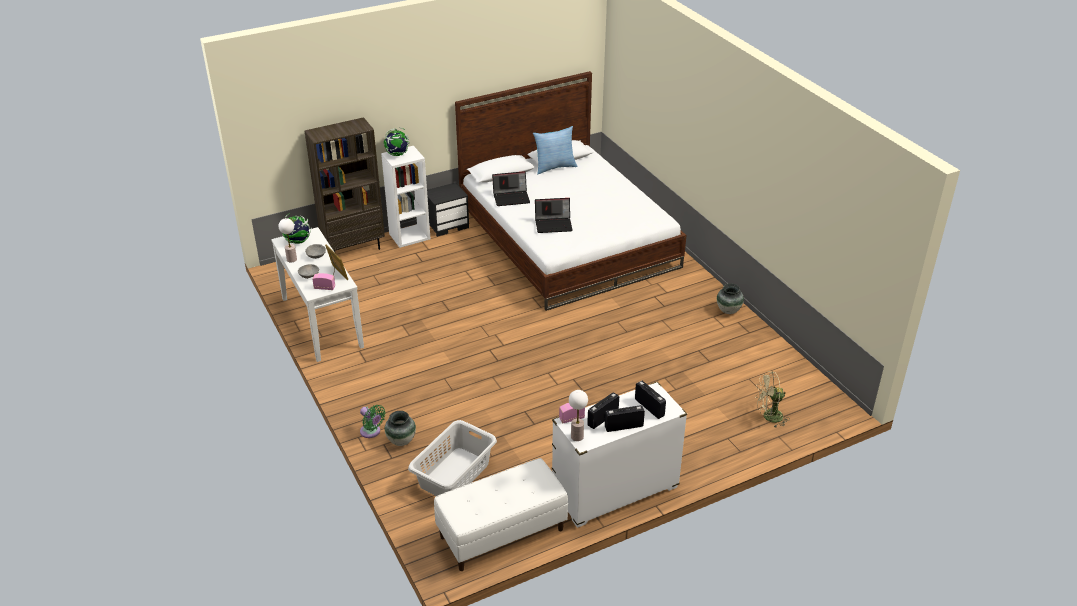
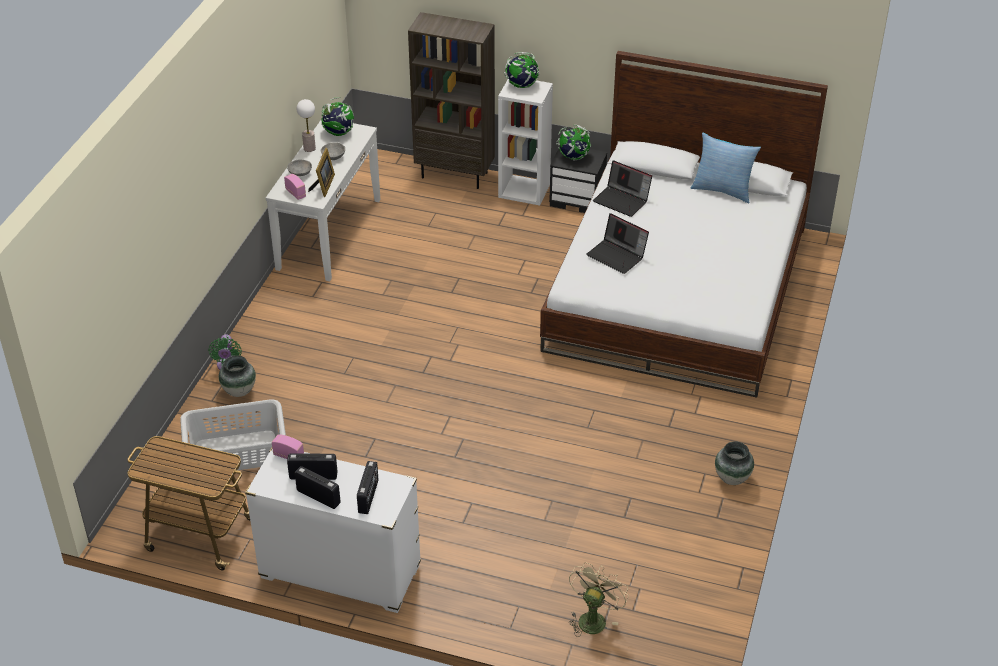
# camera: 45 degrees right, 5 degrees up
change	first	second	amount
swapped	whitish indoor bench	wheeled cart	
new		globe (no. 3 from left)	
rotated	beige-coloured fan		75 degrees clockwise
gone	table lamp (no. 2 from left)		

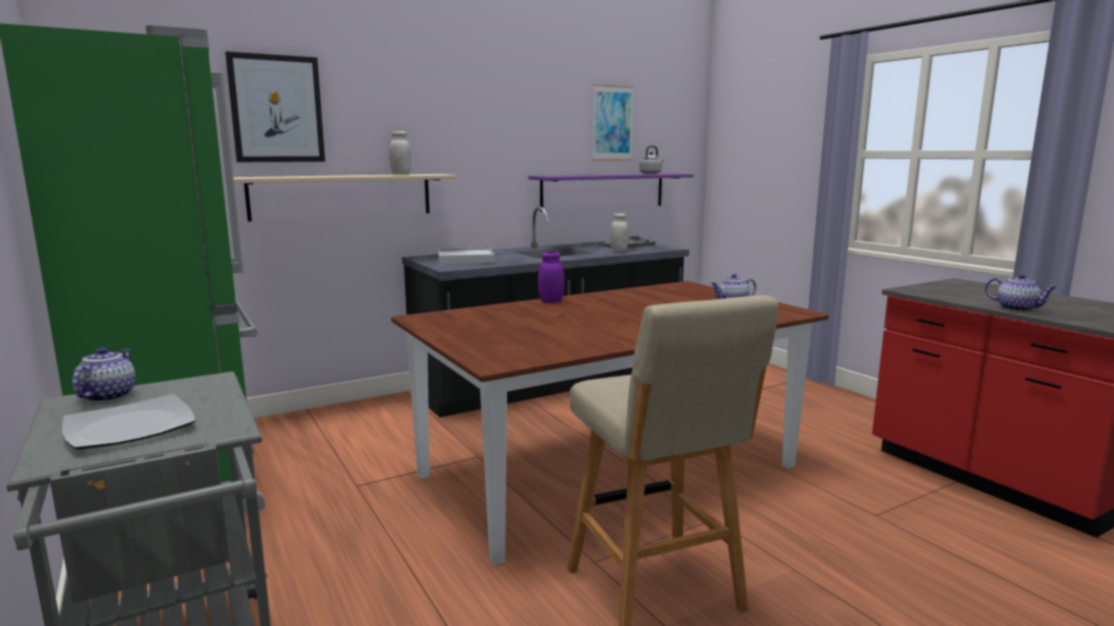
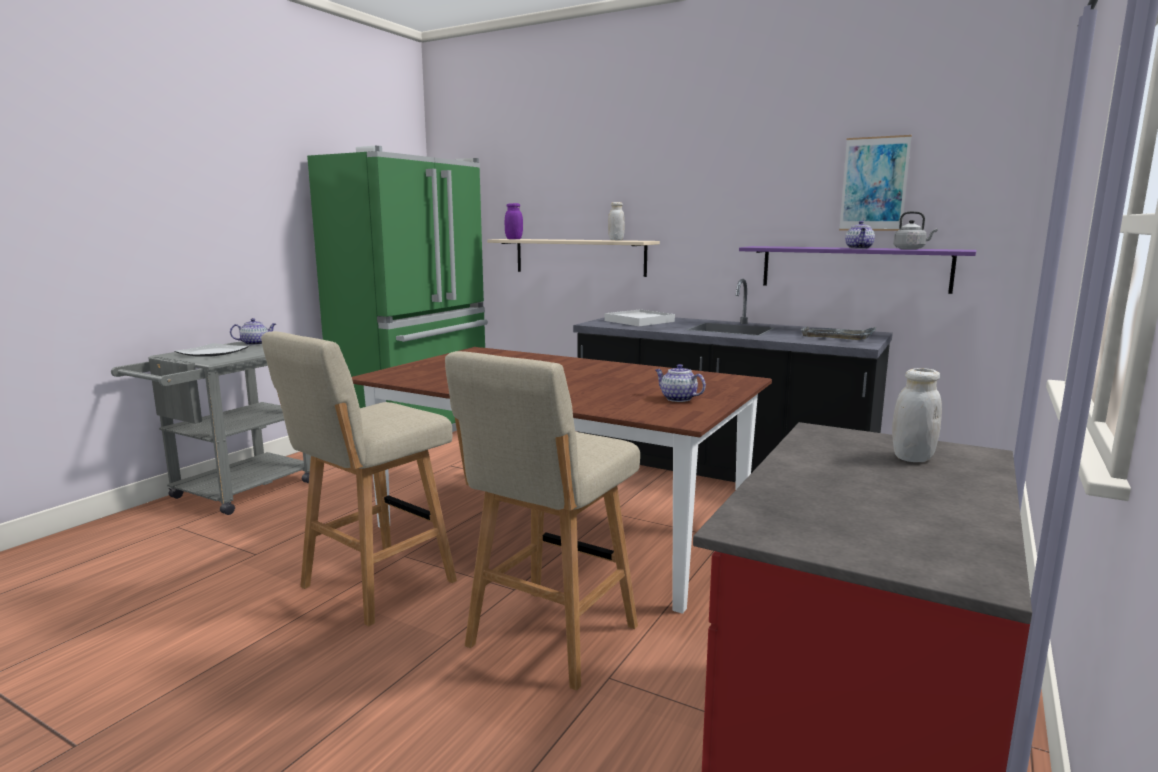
# camera: 60 degrees right, 0 degrees up
change	first	second	amount
new		beige-coloured stool seat (no. 2 from left)	
shifted	purple-coloured jar		
shifted	teapot (no. 3 from left)		
shifted	whitish jar (no. 2 from left)		
gone	wall art (no. 1 from left)		

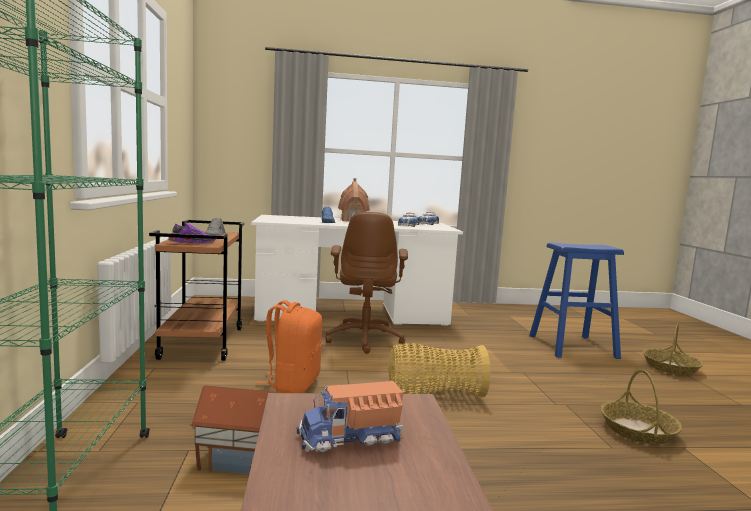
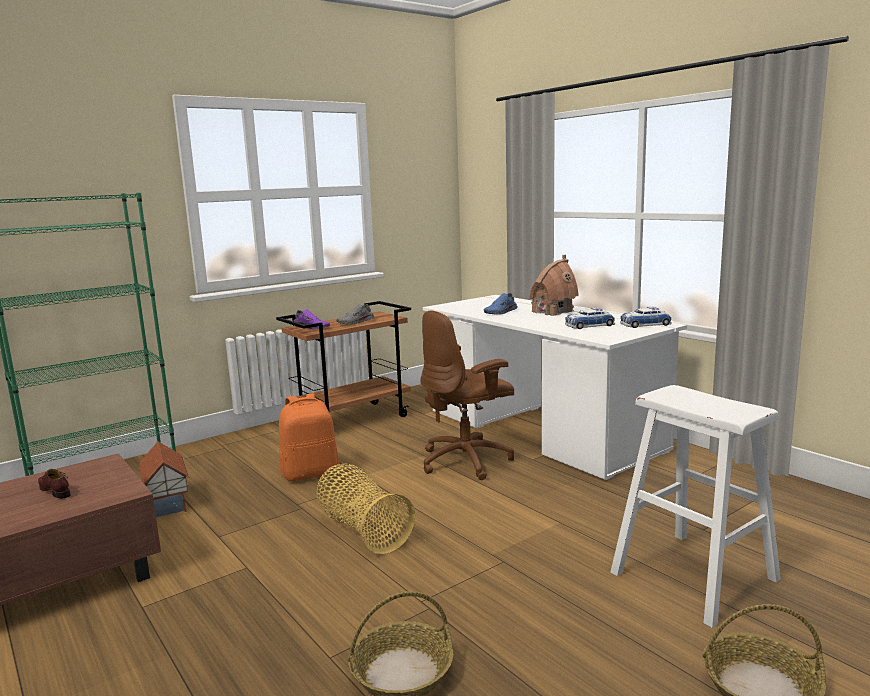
# camera: 60 degrees right, 5 degrees up
change	first	second	amount
swapped	toy lorry	brown low shoe	
repainted	bluish stool seat	whitish stool seat	

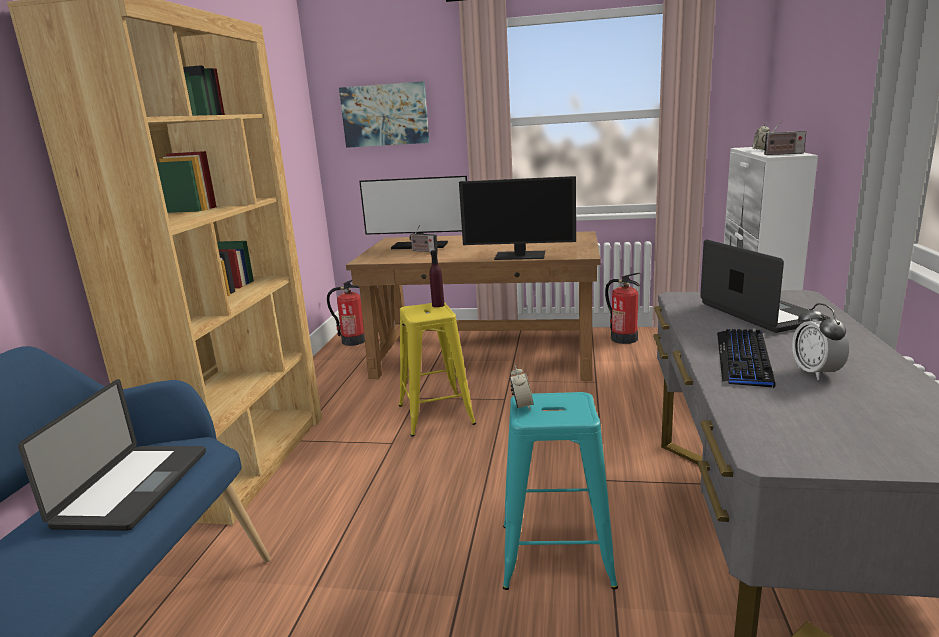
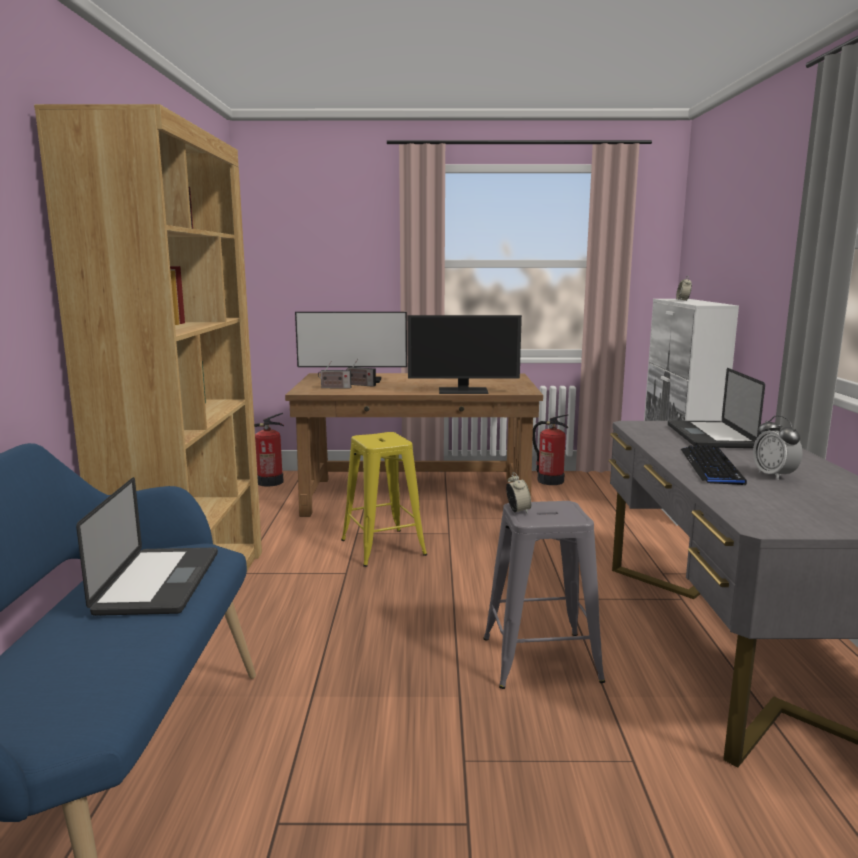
# camera: 10 degrees left, 5 degrees down
change	first	second	amount
shifted	radio set (no. 2 from left in the first image)	radio set (no. 1 from left)	
repainted	blue-green stool seat	greyish stool seat	
rotated	portable computer (no. 2 from left)		150 degrees counterclockwise
gone	wall art		
gone	purple-coloured drink bottle		

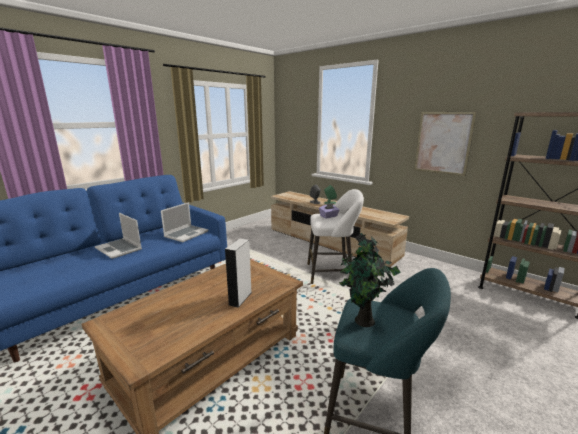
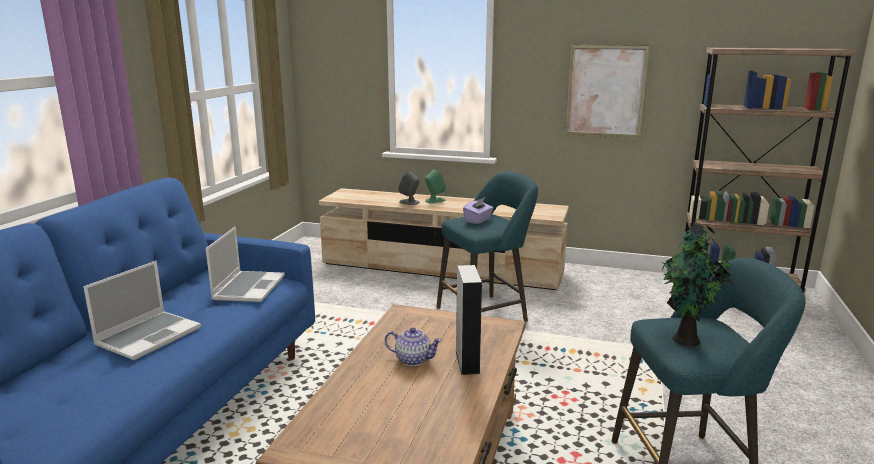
# camera: 25 degrees left, 0 degrees up
change	first	second	amount
rotated	portable computer (no. 1 from left)		75 degrees counterclockwise
new		teapot	
repainted	whitish stool seat	blue-green stool seat (no. 1 from left)	

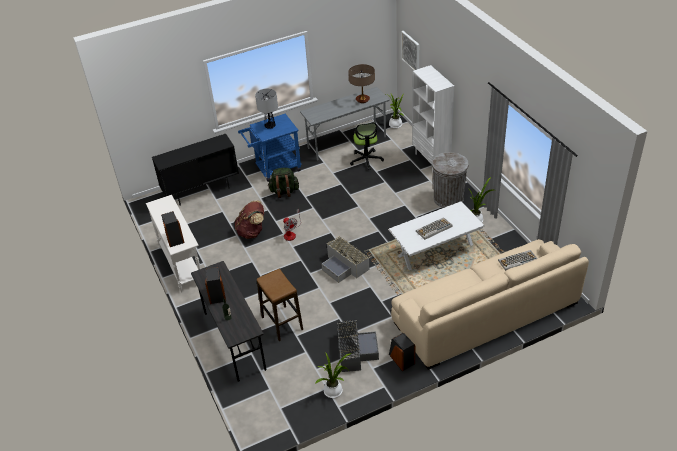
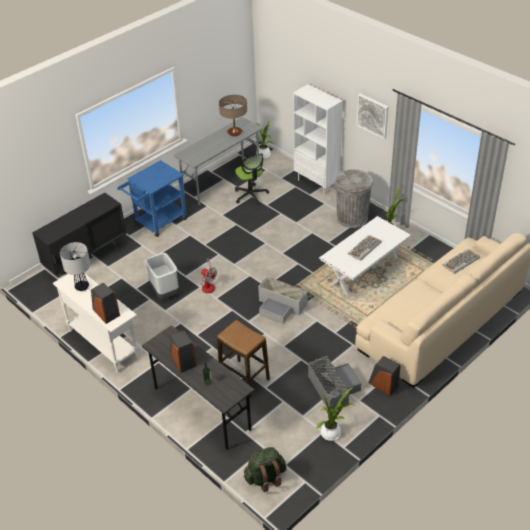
# camera: 20 degrees left, 0 degrees up
change	first	second	amount
shifted	table lamp (no. 1 from left)		
swapped	brown knapsack	greyish rubbish bin (no. 1 from left)	
shifted	green knapsack		
shifted	wall art		

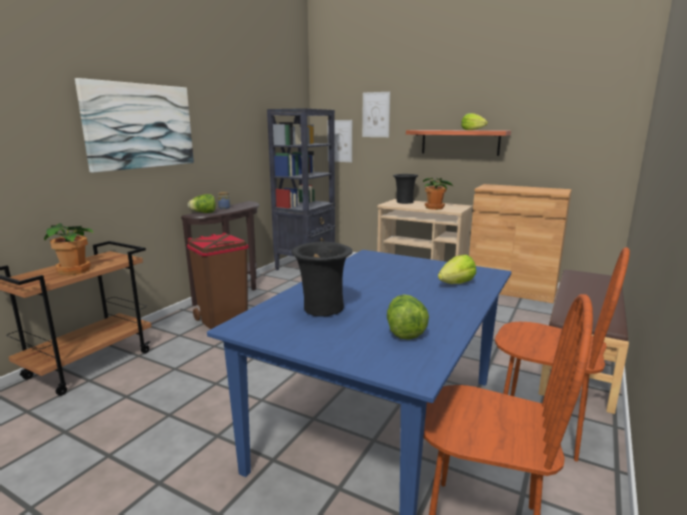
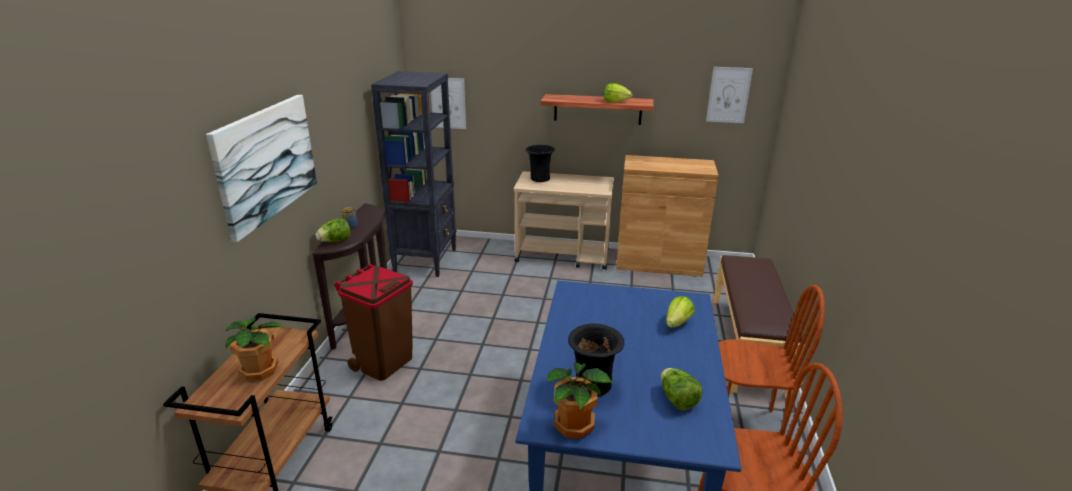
# camera: 20 degrees left, 10 degrees up
change	first	second	amount
shifted	potted plant (no. 2 from left)		
shifted	wall art (no. 3 from left)		

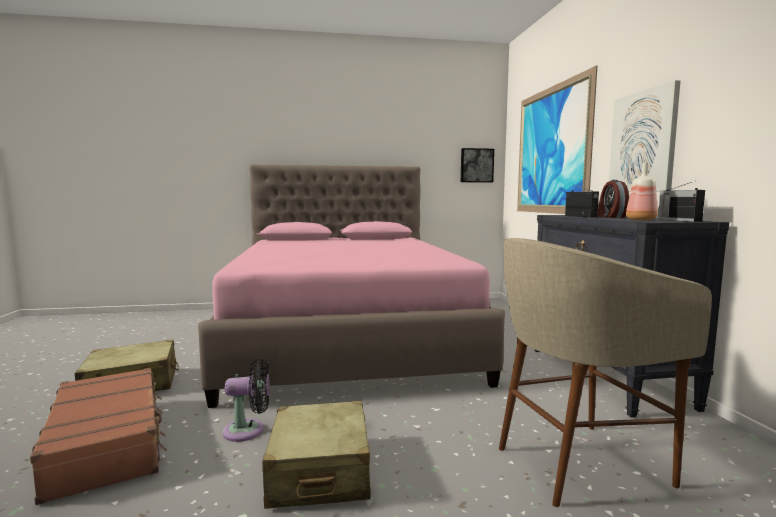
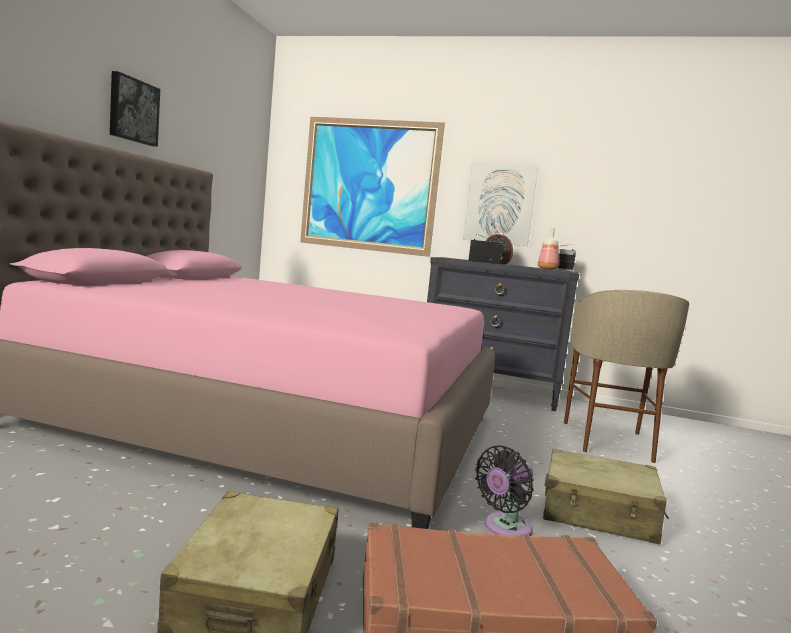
# camera: 65 degrees left, 0 degrees up
change	first	second	amount
shifted	wall art (no. 1 from left)		
rotated	blackish fan		150 degrees counterclockwise

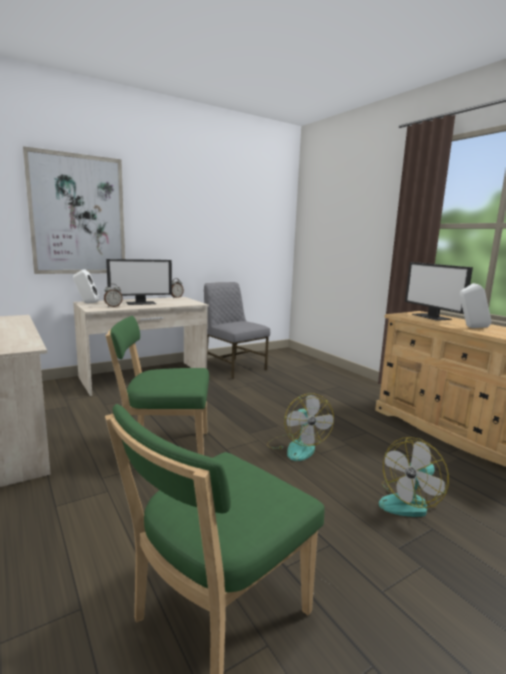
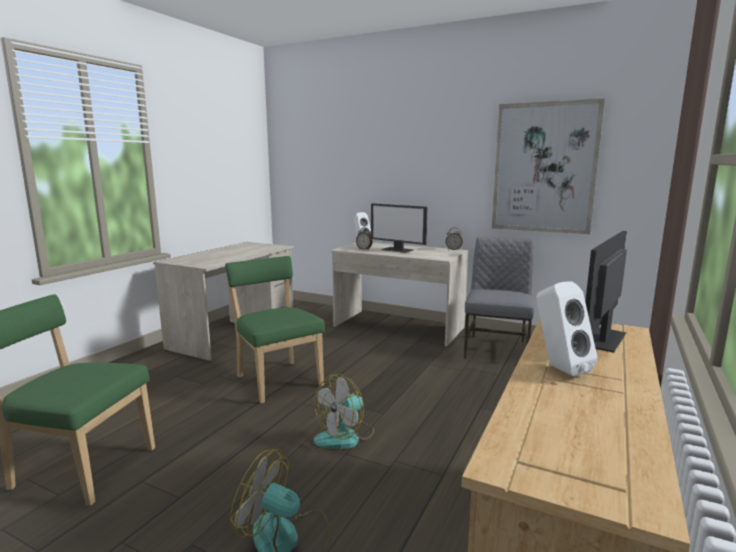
# camera: 60 degrees right, 0 degrees up
change	first	second	amount
shifted	wall art		

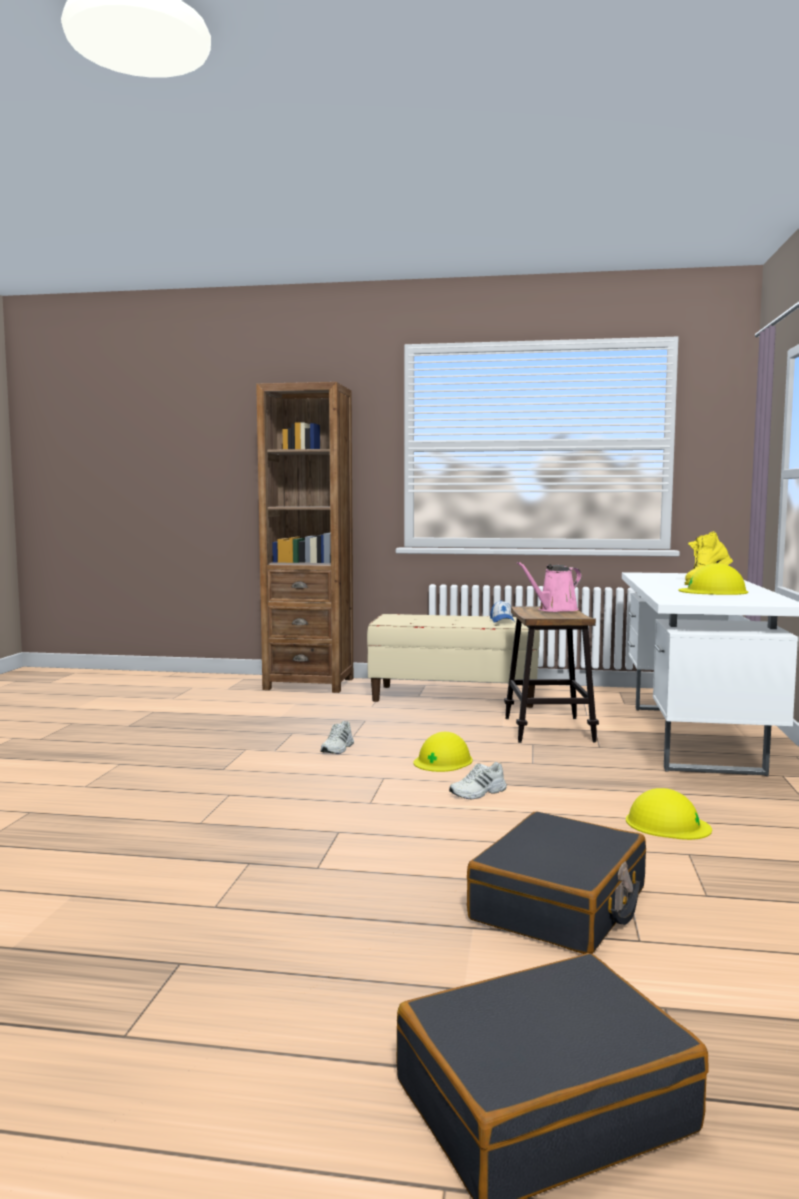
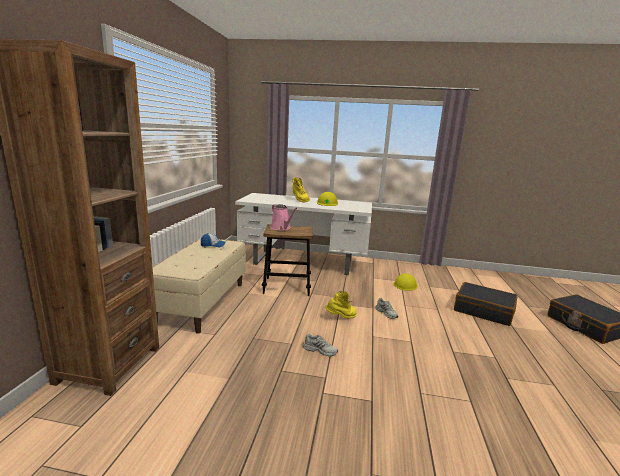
# camera: 90 degrees left, 10 degrees up
change	first	second	amount
swapped	yellowish hard hat (no. 1 from left)	yellowish tall boot (no. 2 from left)	

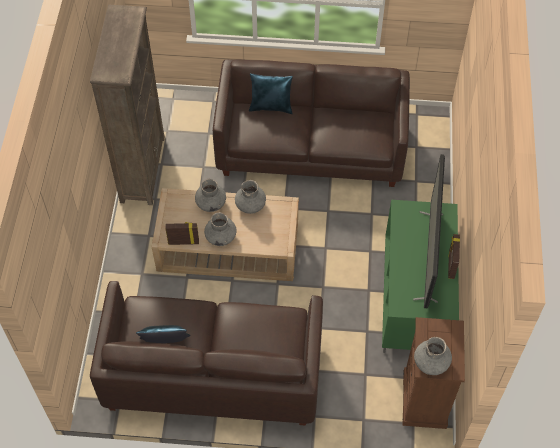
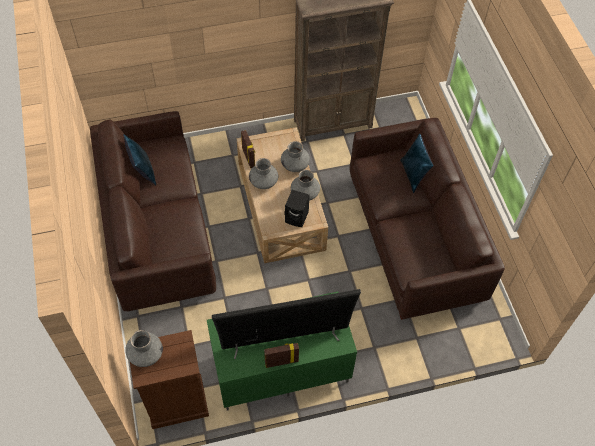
# camera: 70 degrees right, 0 degrees up
change	first	second	amount
new		blackish speaker	

